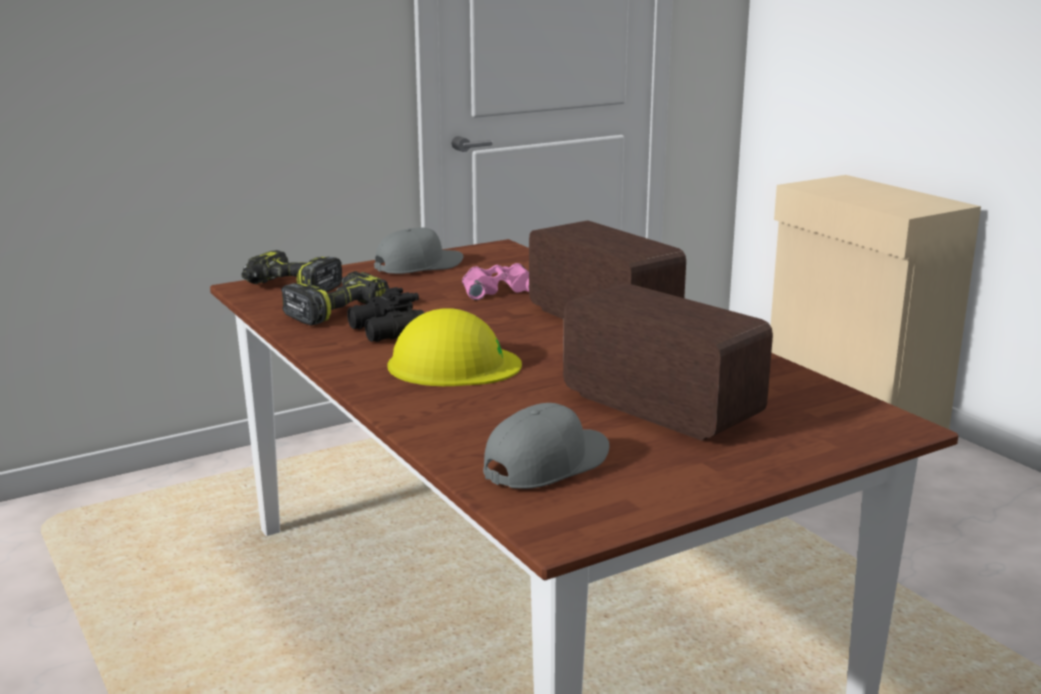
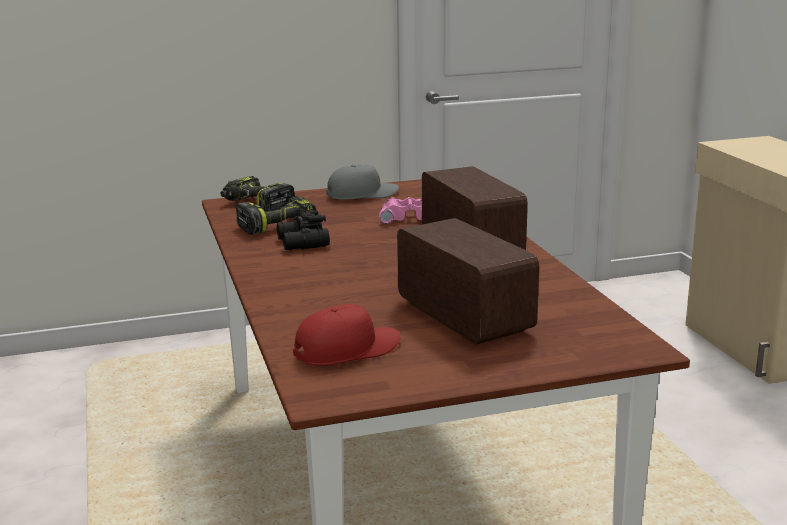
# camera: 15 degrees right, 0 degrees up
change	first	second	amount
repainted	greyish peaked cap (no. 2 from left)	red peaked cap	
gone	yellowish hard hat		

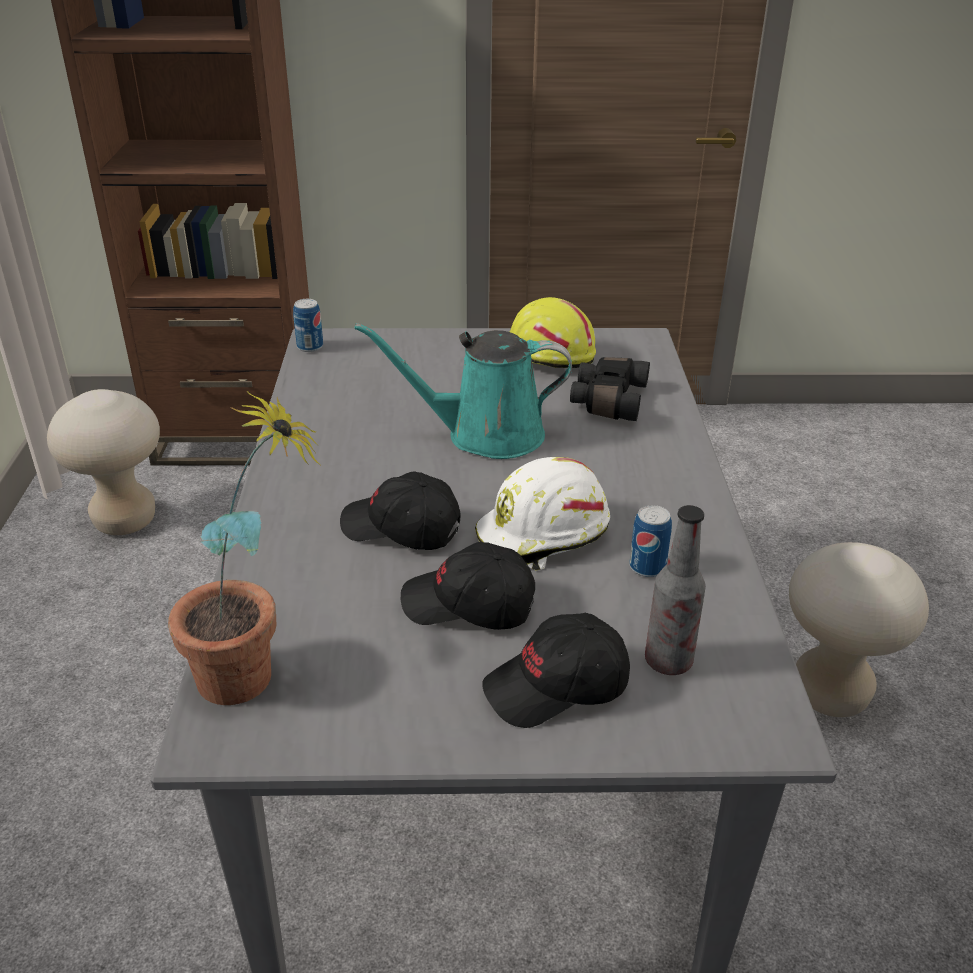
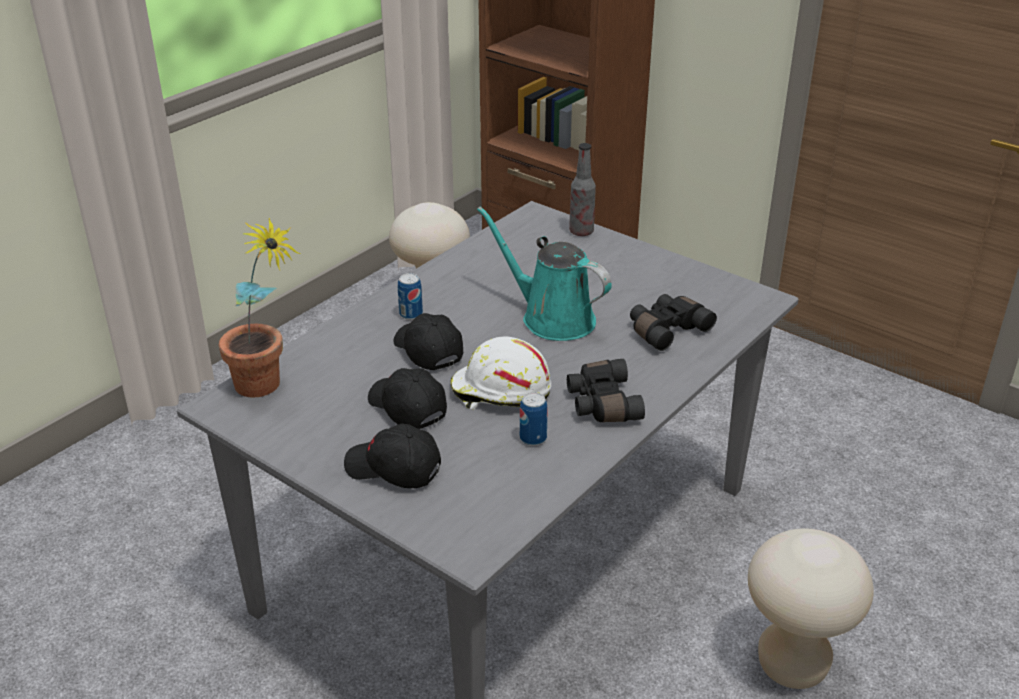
# camera: 40 degrees right, 0 degrees up
change	first	second	amount
shifted	sealed can (no. 1 from left)		
new		blackish pair of binoculars (no. 1 from left)	
shifted	drink bottle		
gone	yellowish hard hat		

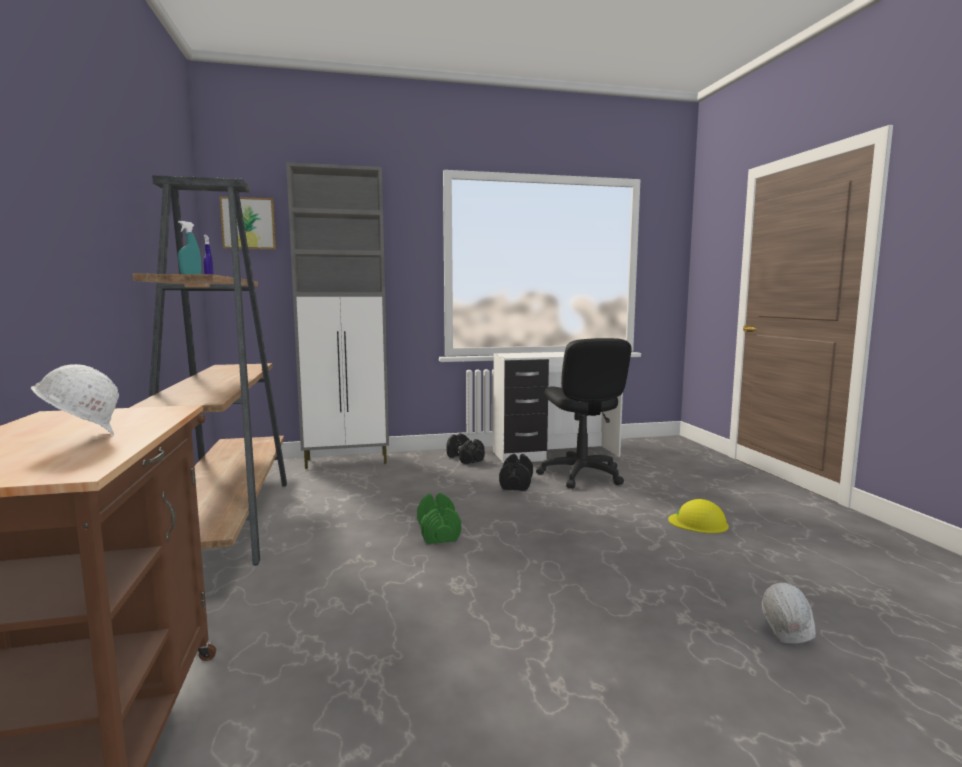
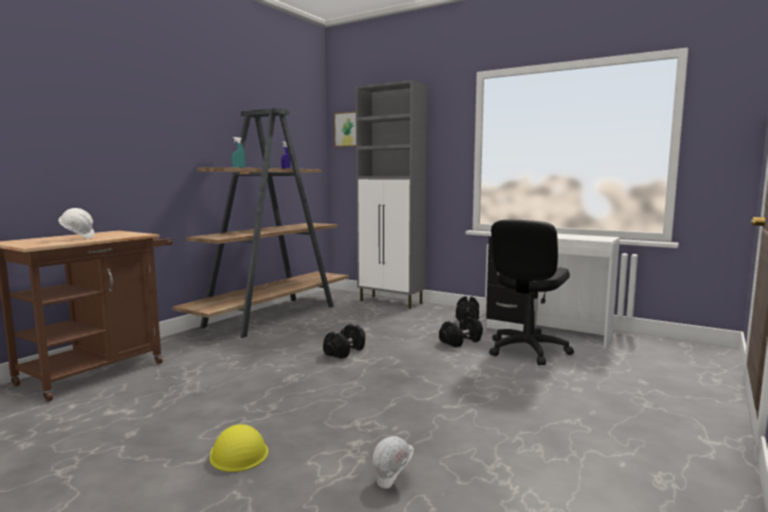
# camera: 45 degrees right, 0 degrees up
change	first	second	amount
shifted	yellowish hard hat		
repainted	green dumbbell	blackish dumbbell (no. 1 from left)	

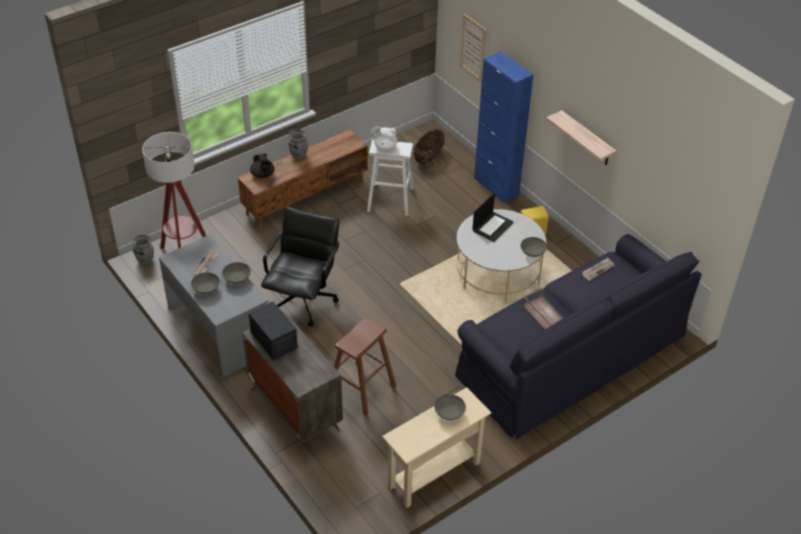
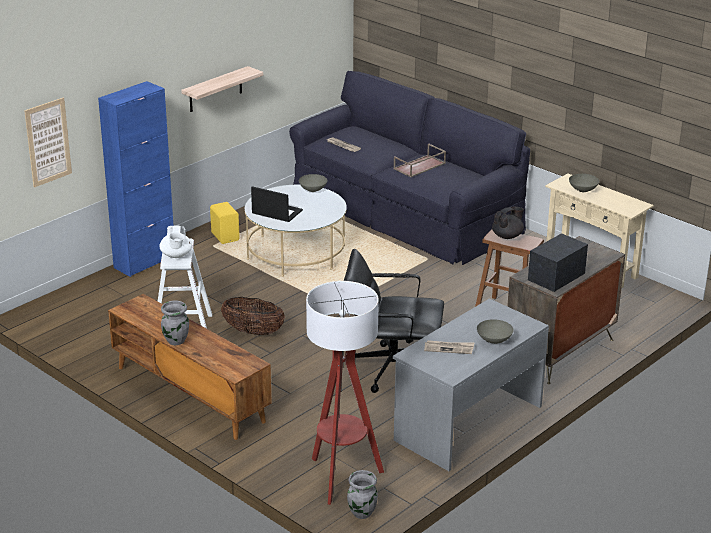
# camera: 100 degrees left, 15 degrees down
change	first	second	amount
shifted	household basket		
shifted	blackish teapot		
gone	greyish bowl (no. 2 from left)		

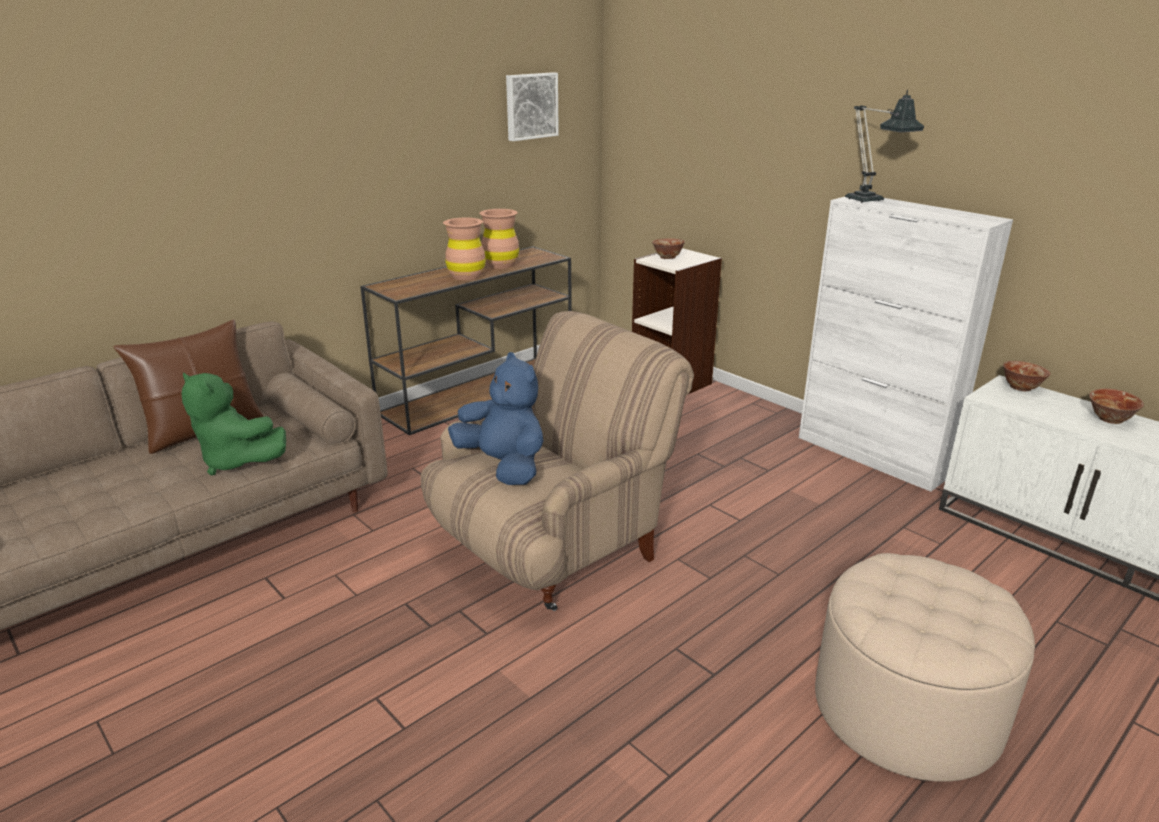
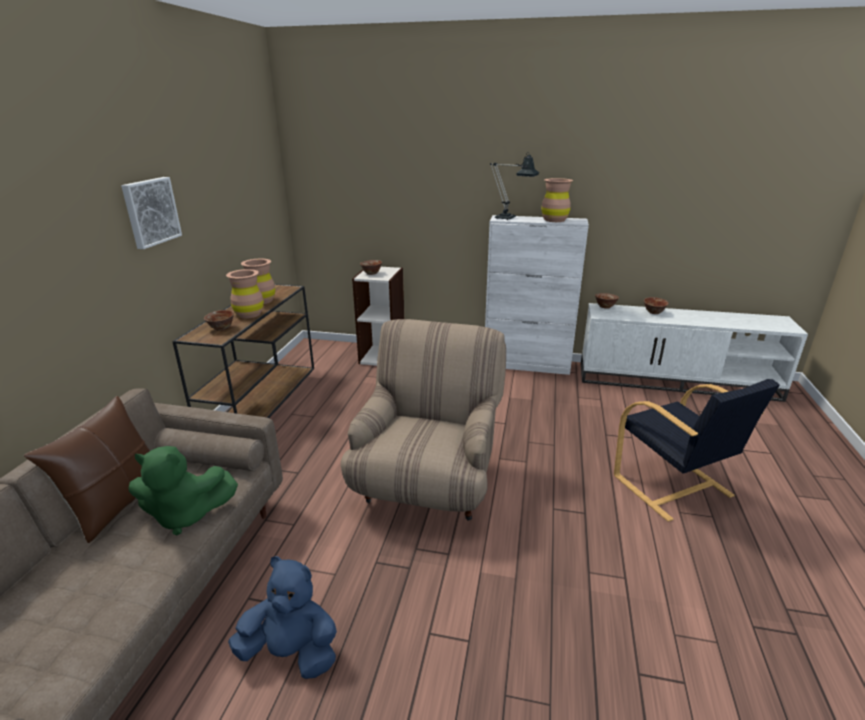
# camera: 35 degrees left, 0 degrees up
change	first	second	amount
shifted	wall art		
new		bowl (no. 1 from left)	
shifted	bluish cuddly toy		
new		brown flower vase (no. 3 from left)	
swapped	beige-coloured pouffe	blackish easy chair	

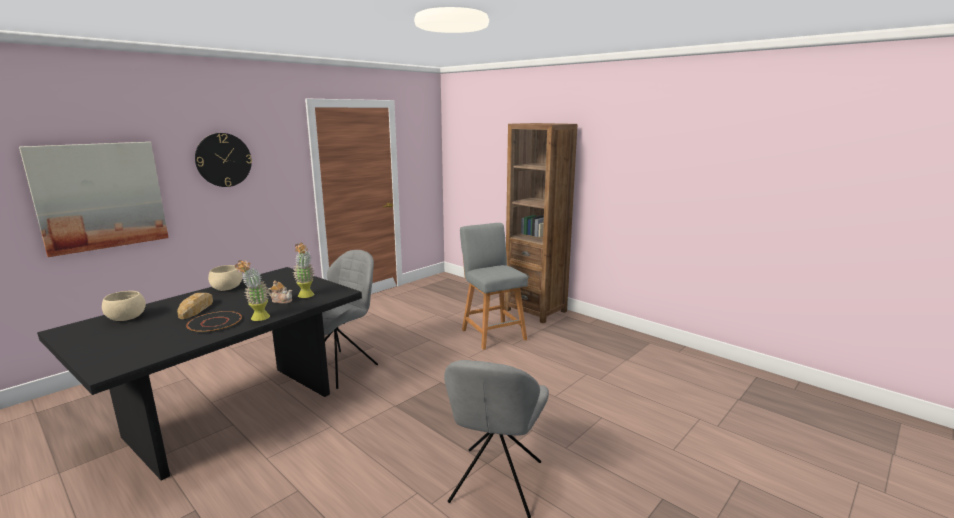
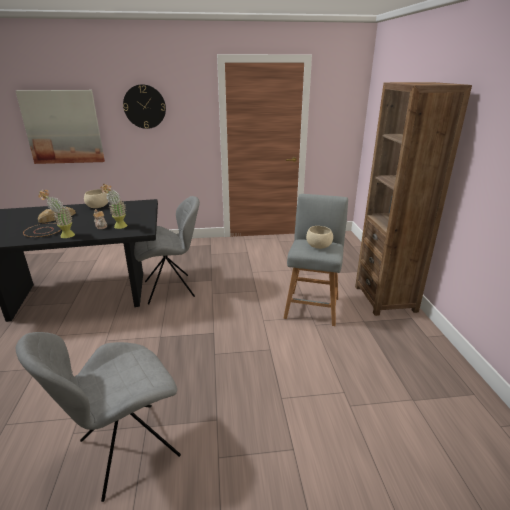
# camera: 40 degrees right, 10 degrees up
change	first	second	amount
shifted	beige-coloured bowl (no. 1 from left in the first image)	beige-coloured bowl (no. 2 from left)	

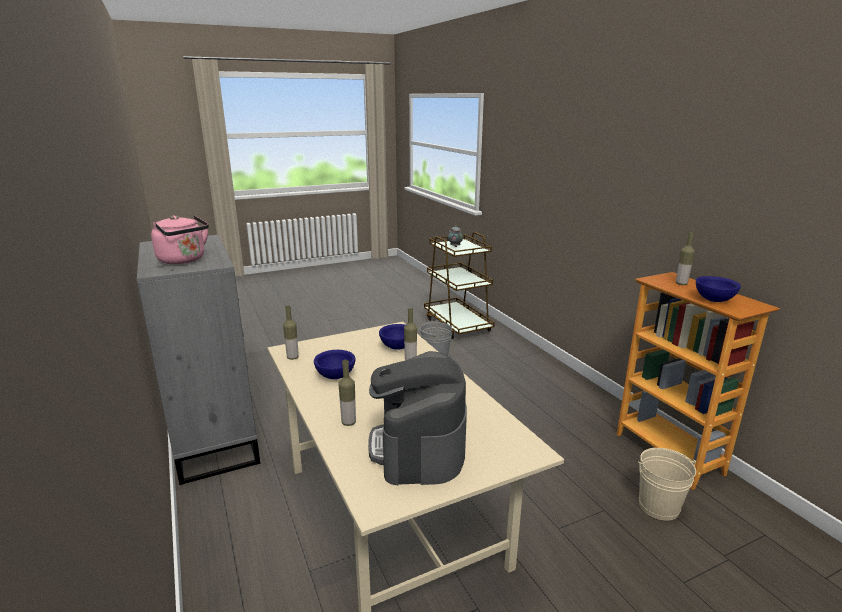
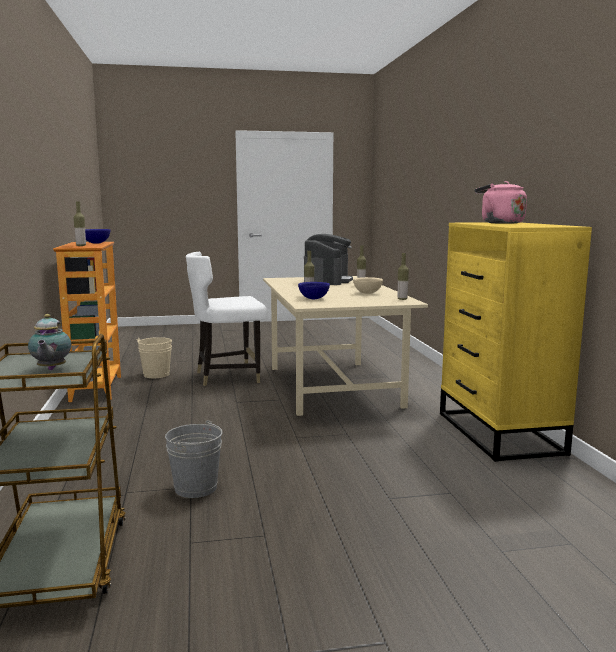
# camera: 165 degrees left, 10 degrees down
change	first	second	amount
new		whitish chair	
repainted	bluish bowl (no. 1 from left)	beige-coloured bowl	
repainted	greyish dresser	yellowish dresser	

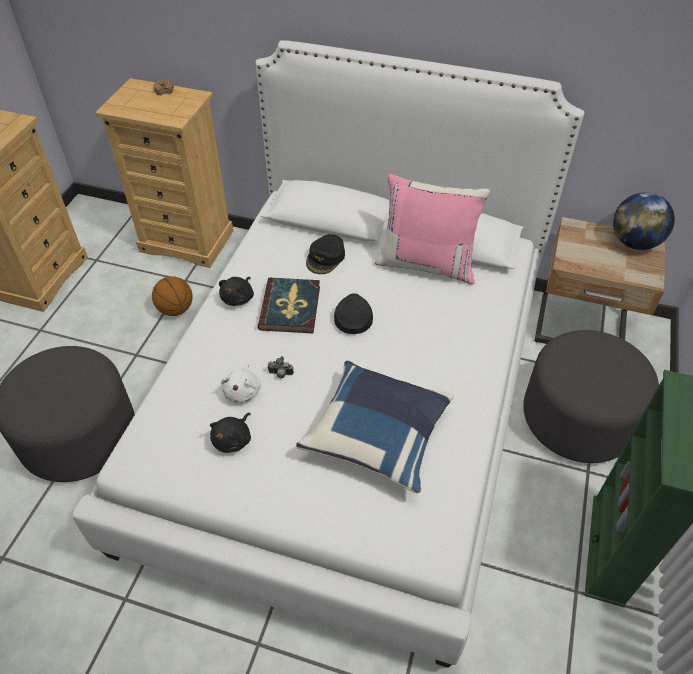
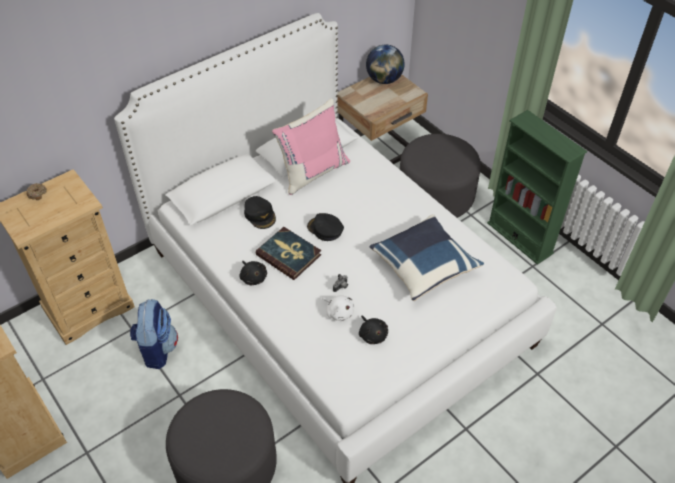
# camera: 55 degrees left, 0 degrees up
change	first	second	amount
swapped	basketball ball	knapsack	

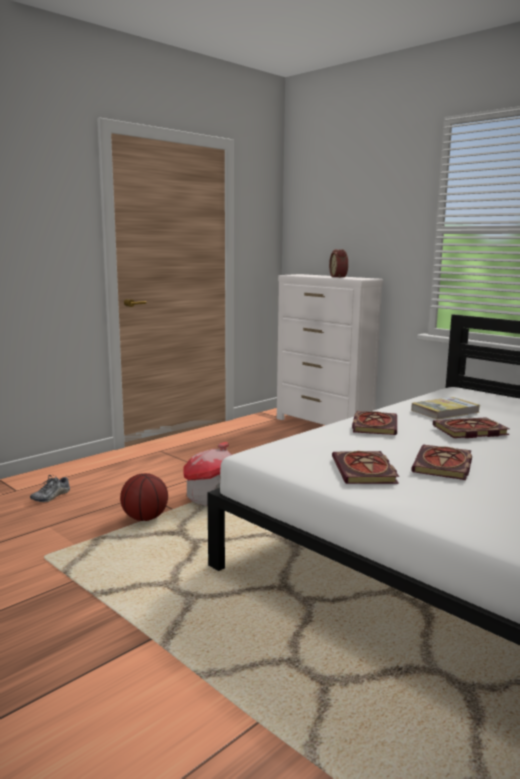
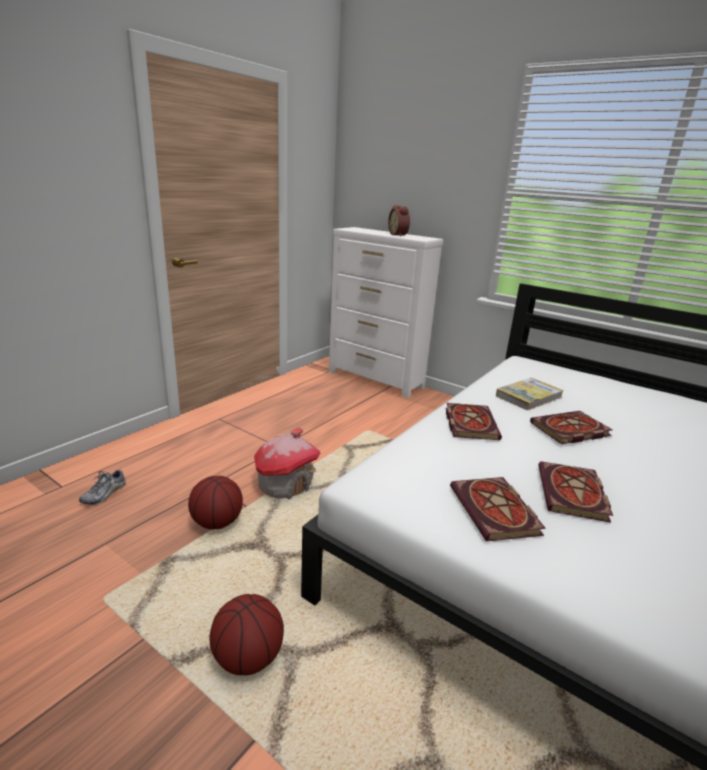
# camera: 10 degrees left, 10 degrees up
change	first	second	amount
new		basketball ball (no. 2 from left)	

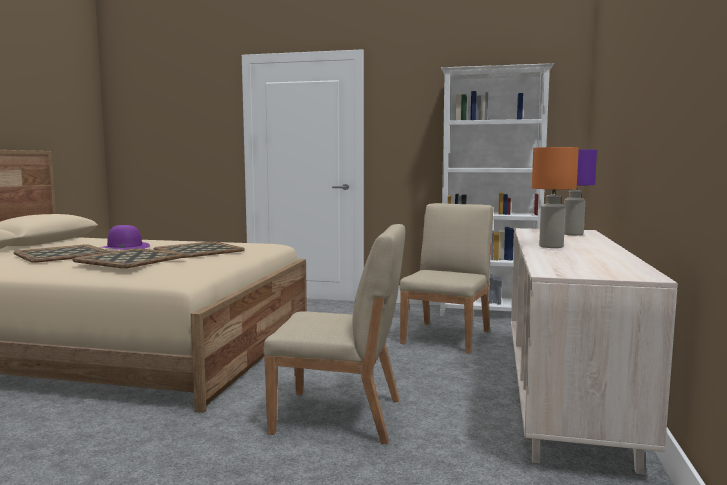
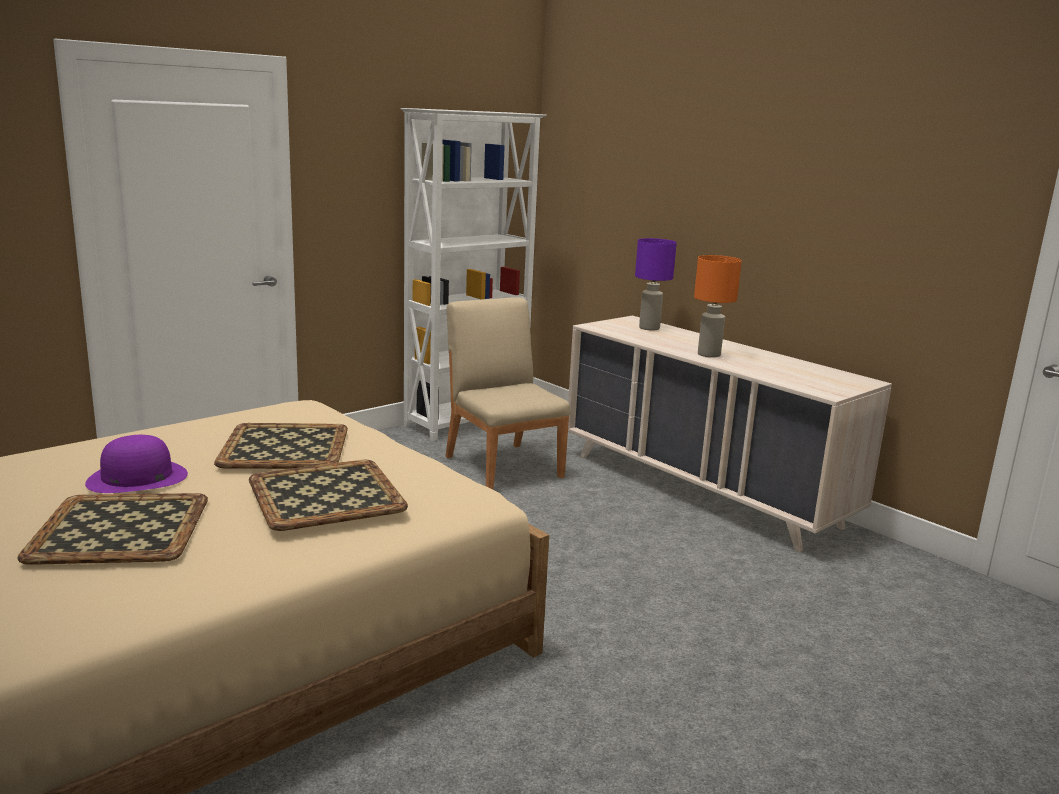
# camera: 55 degrees left, 10 degrees up
change	first	second	amount
gone	beige-coloured chair (no. 1 from left)		

